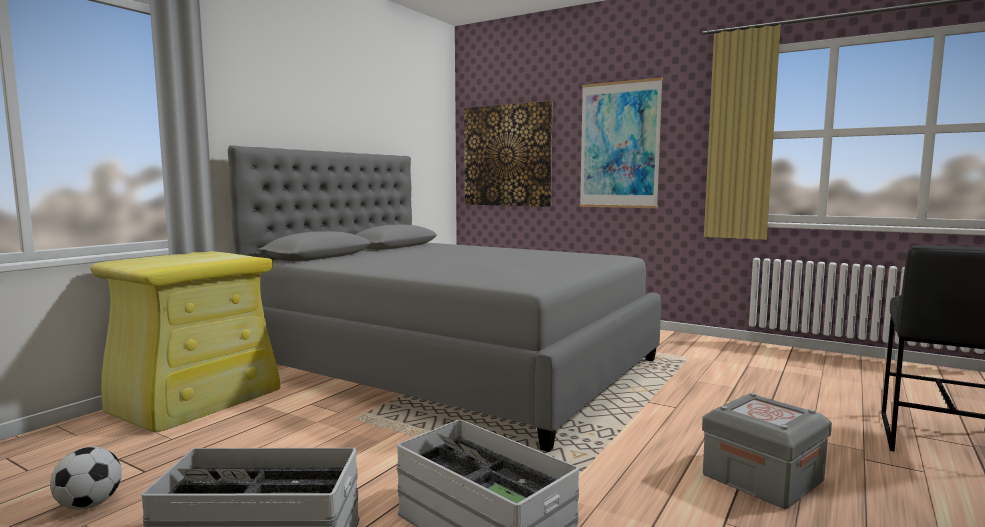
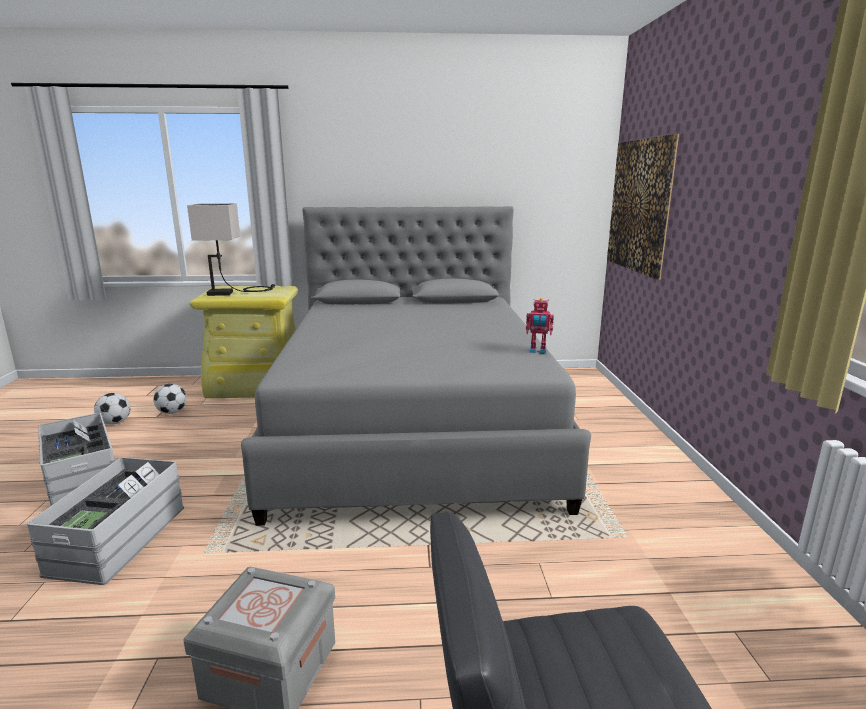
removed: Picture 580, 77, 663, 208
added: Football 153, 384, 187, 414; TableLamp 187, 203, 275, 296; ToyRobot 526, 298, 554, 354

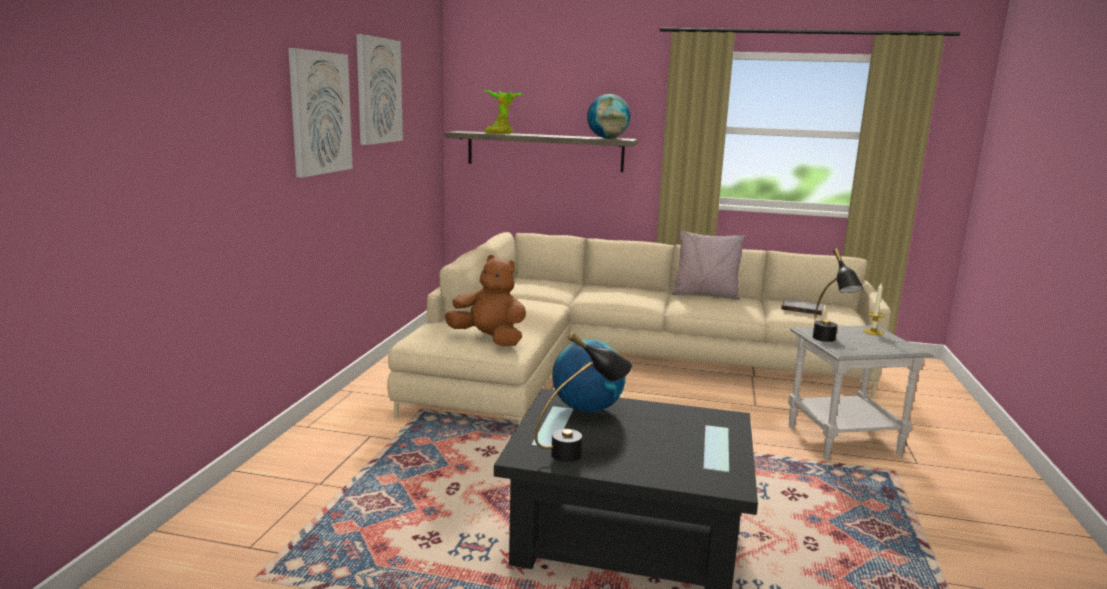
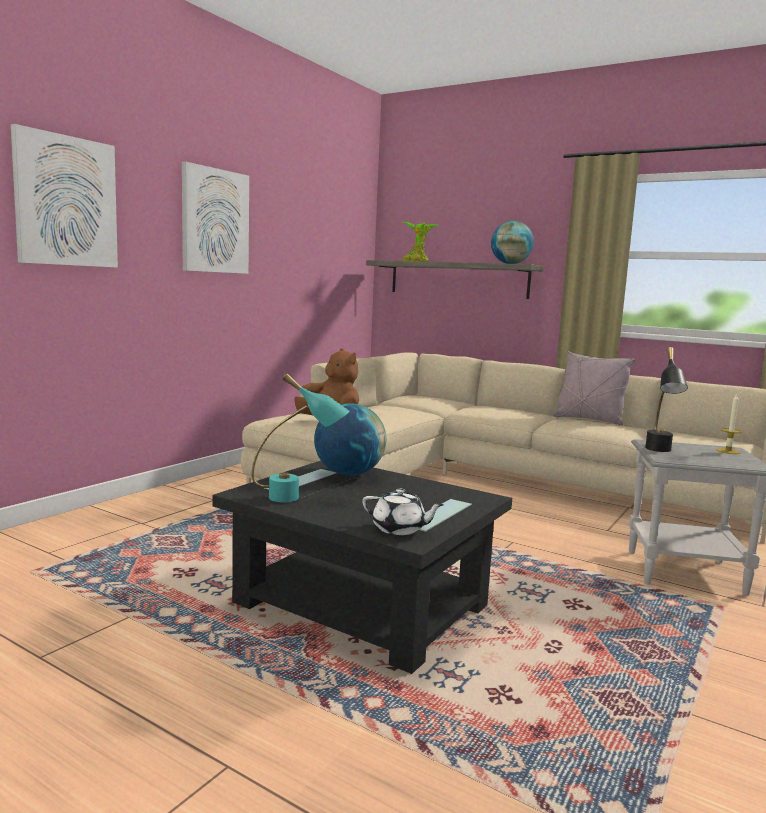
removed: GreyBook 781, 299, 824, 315
added: WhiteTeapot 362, 488, 444, 535
moved: Picture 356, 34, 403, 145 to 11, 124, 118, 268
recoloured: BlackTableLamp 535, 332, 632, 462 to TurquoiseTableLamp 251, 373, 350, 502

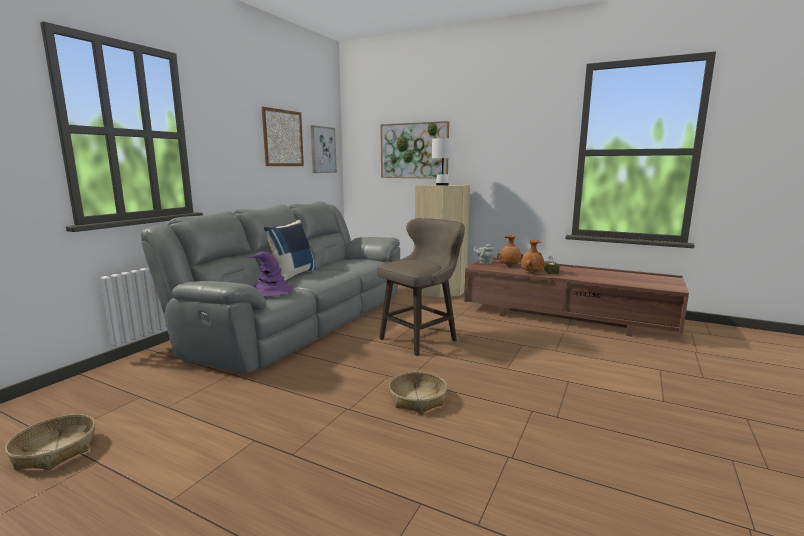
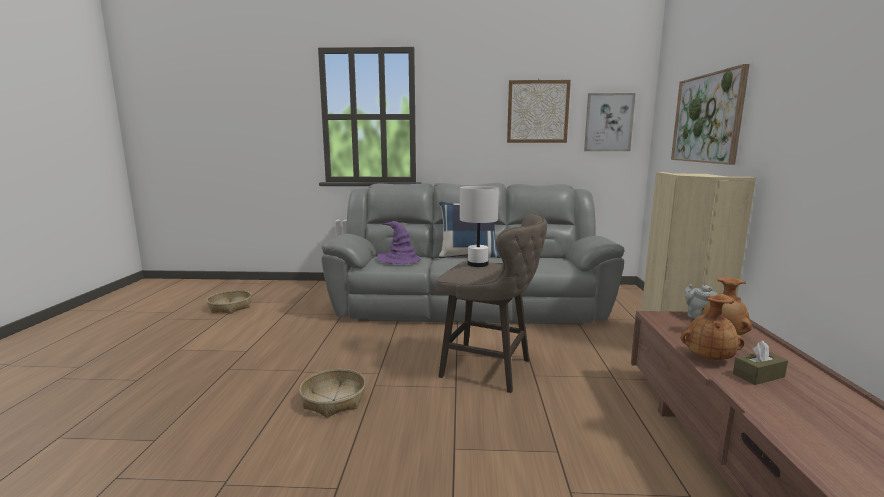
moved: WhiteTableLamp 432, 138, 454, 186 to 460, 186, 499, 267

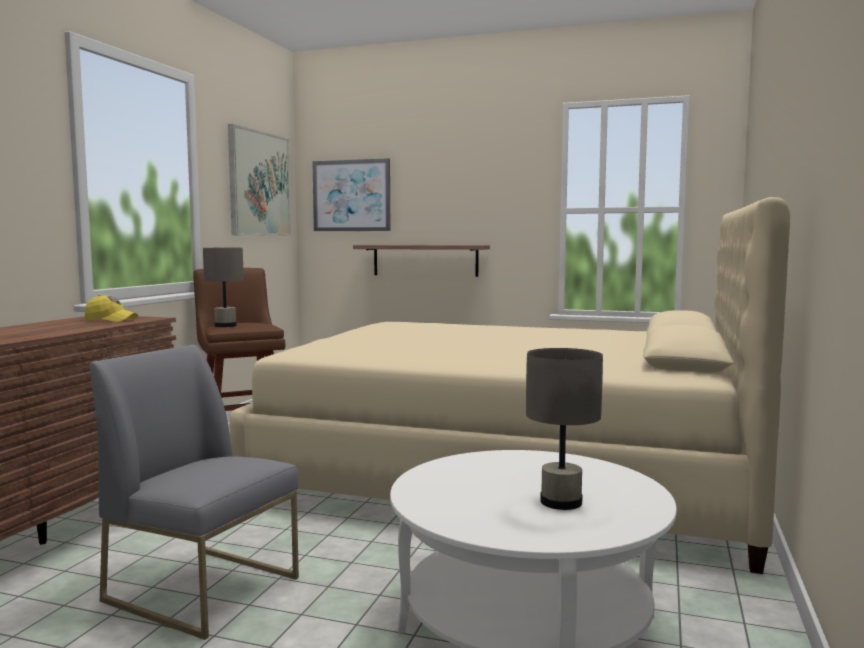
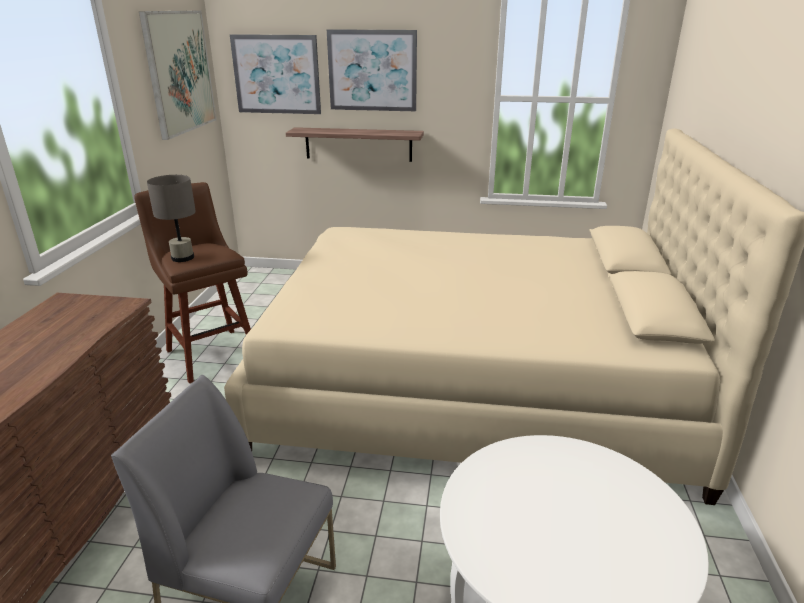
removed: YellowCap 85, 295, 138, 322; GreyTableLamp 526, 348, 603, 510
added: Picture 327, 29, 417, 111

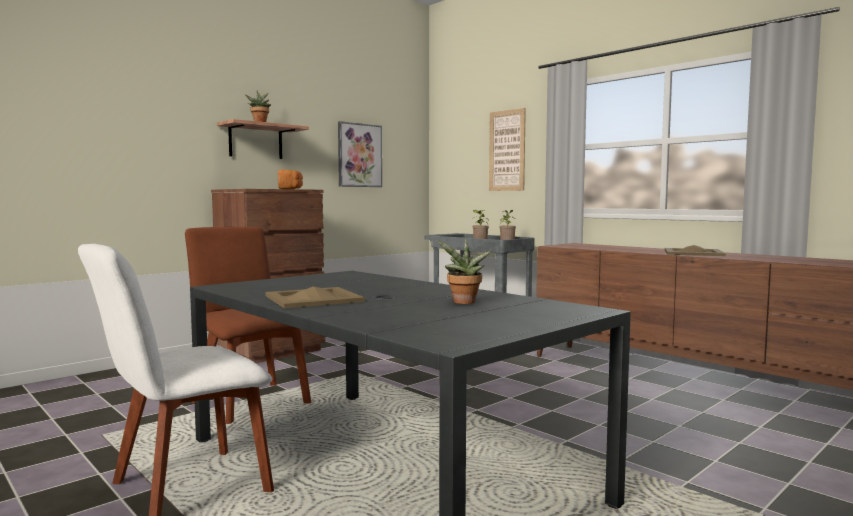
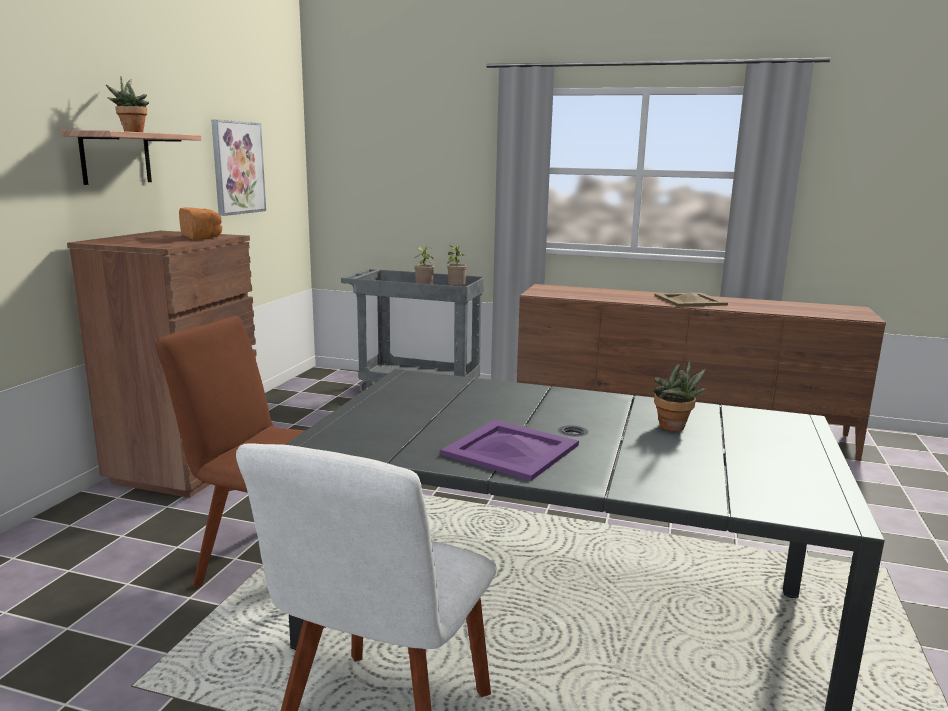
removed: Picture 489, 108, 526, 191
recoloured: BeigeTray 265, 286, 365, 308 to PurpleTray 441, 420, 579, 481

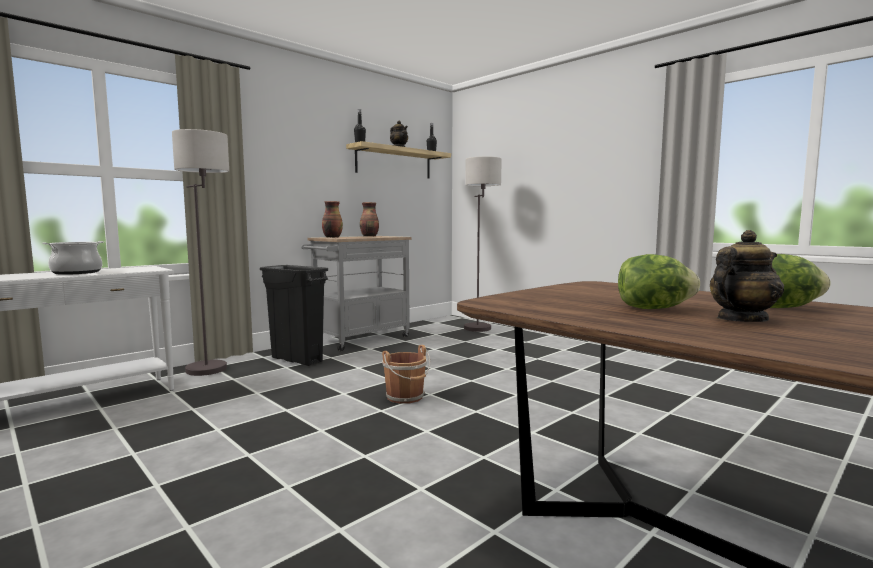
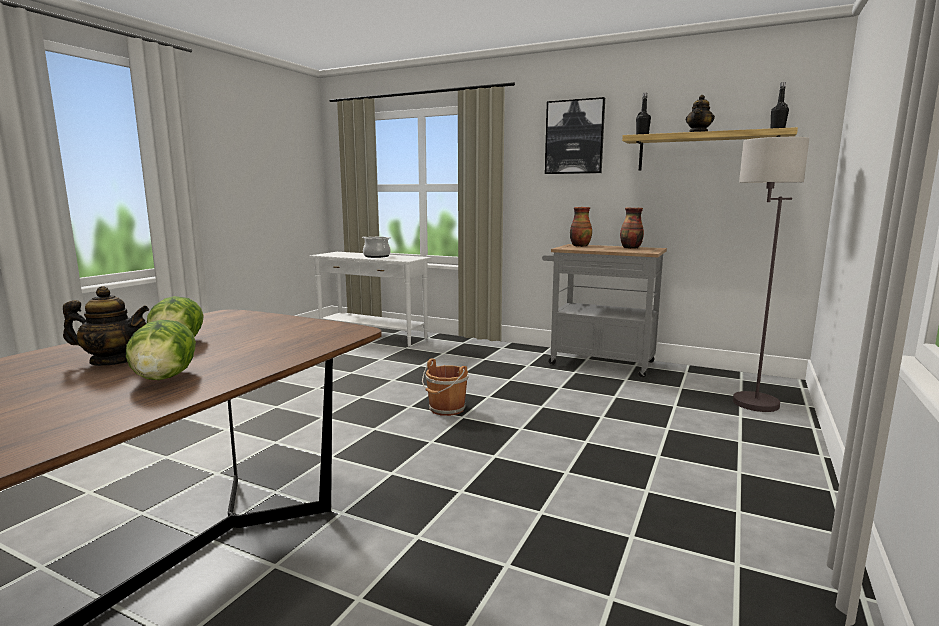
removed: GreyFloorLamp 172, 129, 229, 376; BlackTrashCan 260, 265, 328, 366
added: Picture 545, 97, 605, 174
turned: Teapot 709, 230, 784, 322 = 63, 286, 149, 366 45 degrees counterclockwise

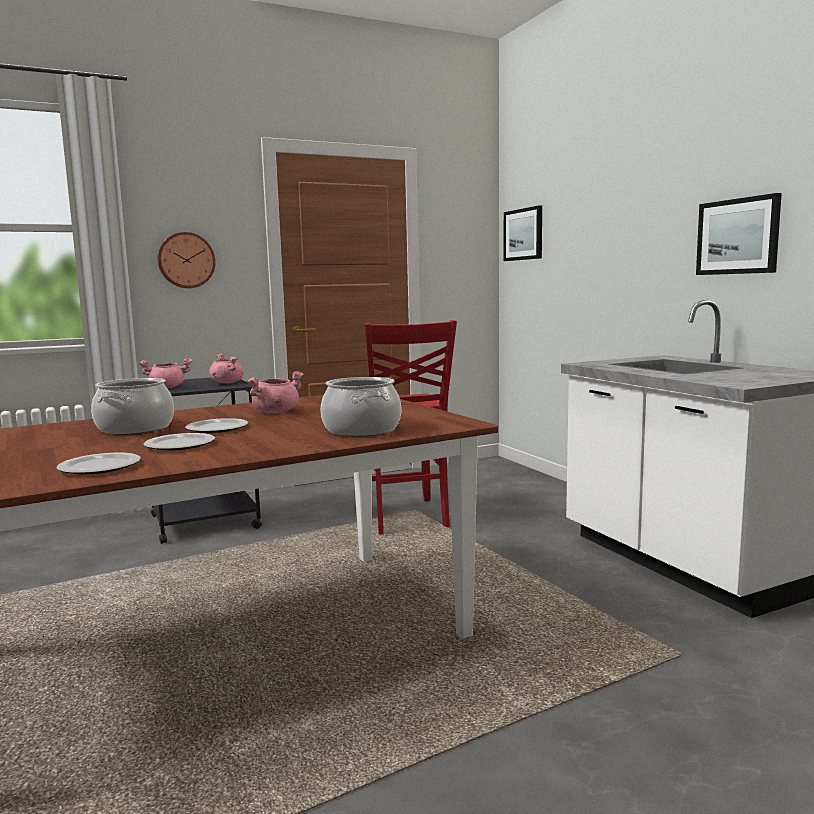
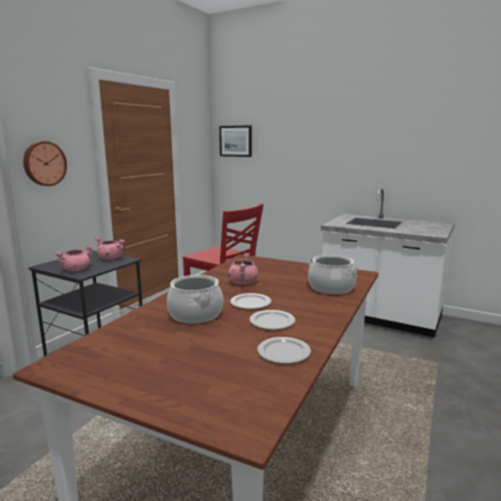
removed: Picture 696, 193, 782, 275

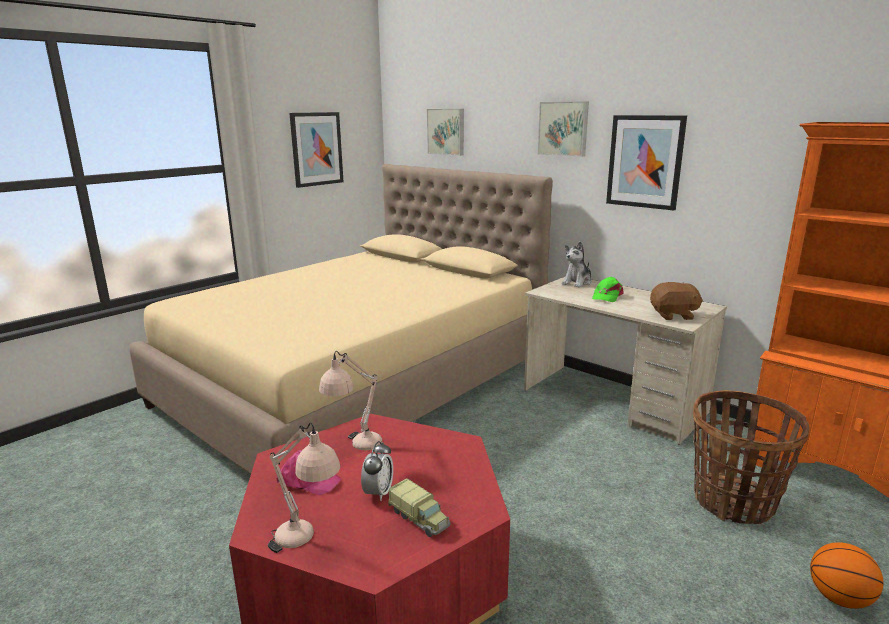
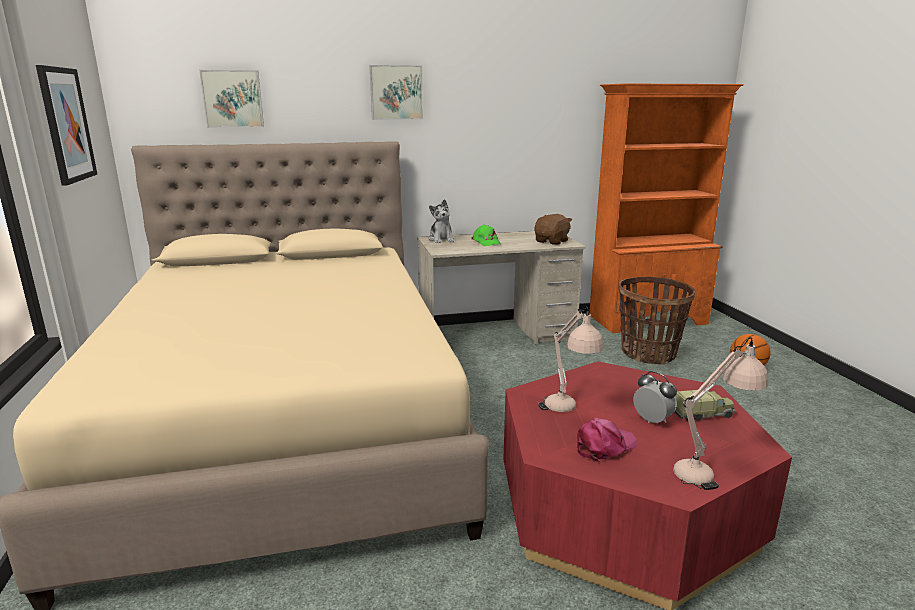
removed: Picture 606, 115, 687, 210

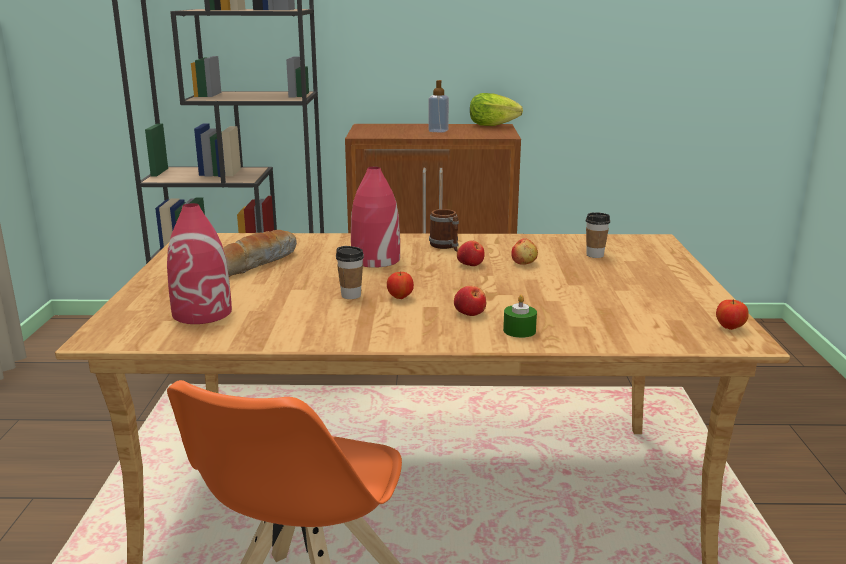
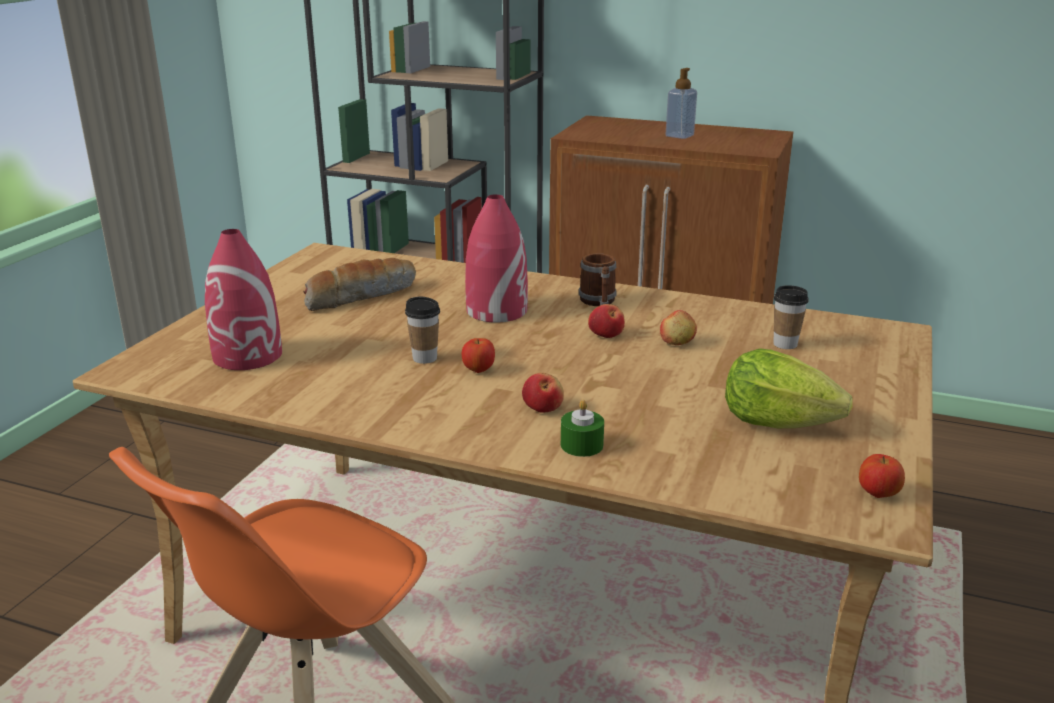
moved: Lettuce 470, 93, 523, 126 to 725, 348, 853, 428

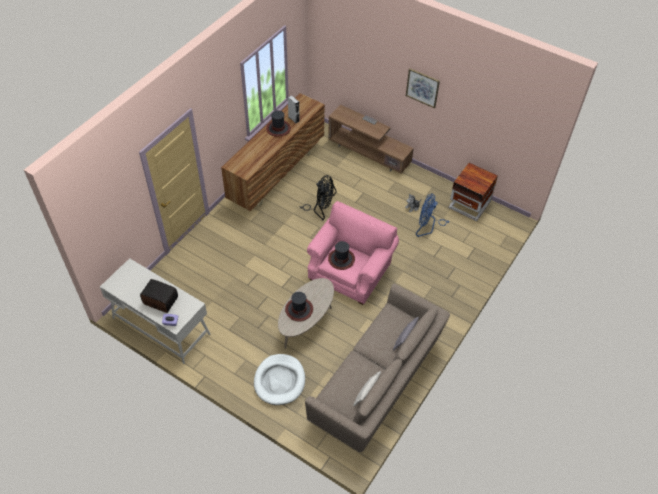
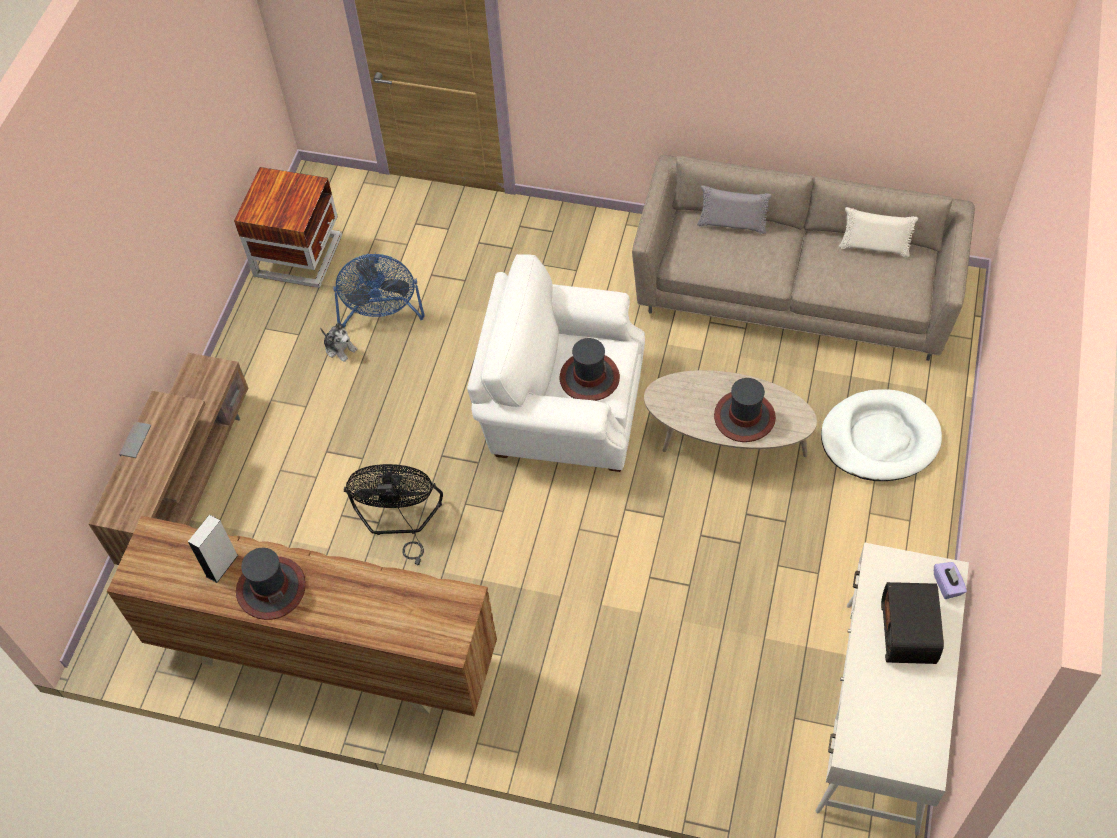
removed: Picture 406, 68, 440, 108
recoloured: PinkArmchair 307, 201, 399, 305 to WhiteArmchair 467, 254, 645, 472

